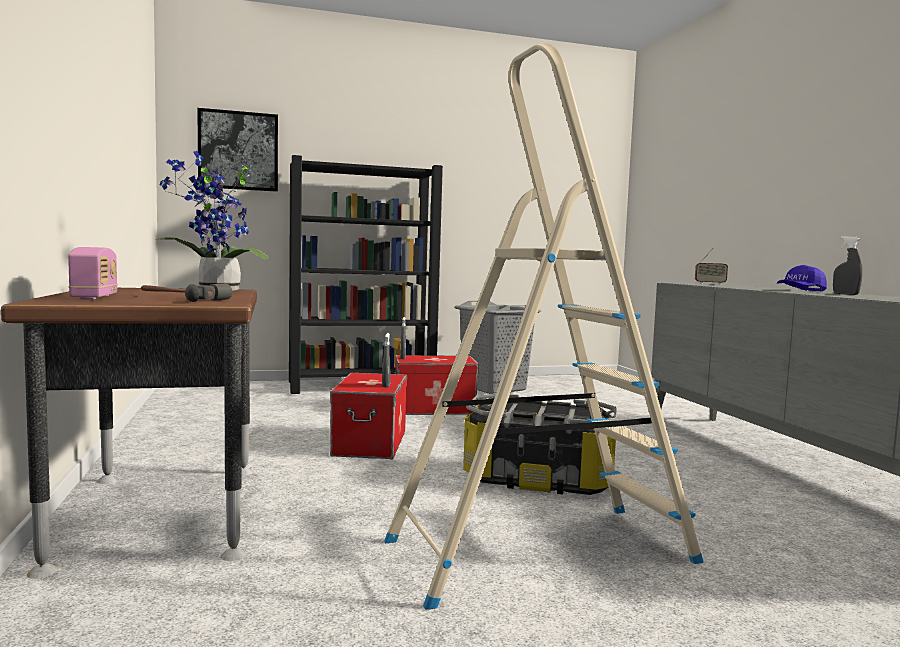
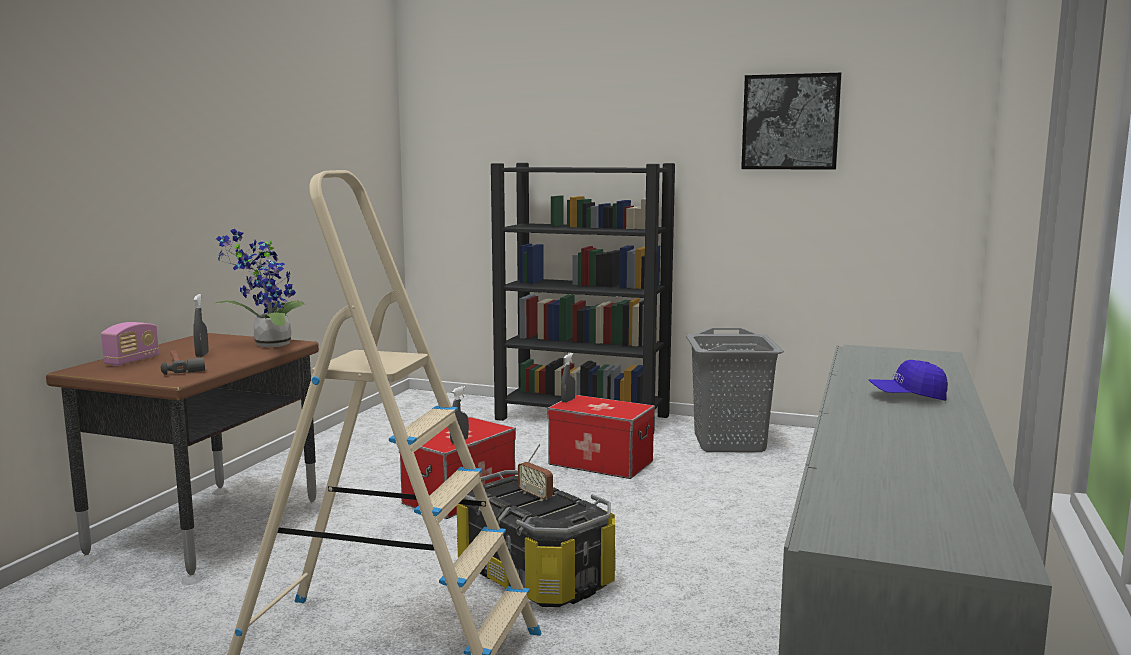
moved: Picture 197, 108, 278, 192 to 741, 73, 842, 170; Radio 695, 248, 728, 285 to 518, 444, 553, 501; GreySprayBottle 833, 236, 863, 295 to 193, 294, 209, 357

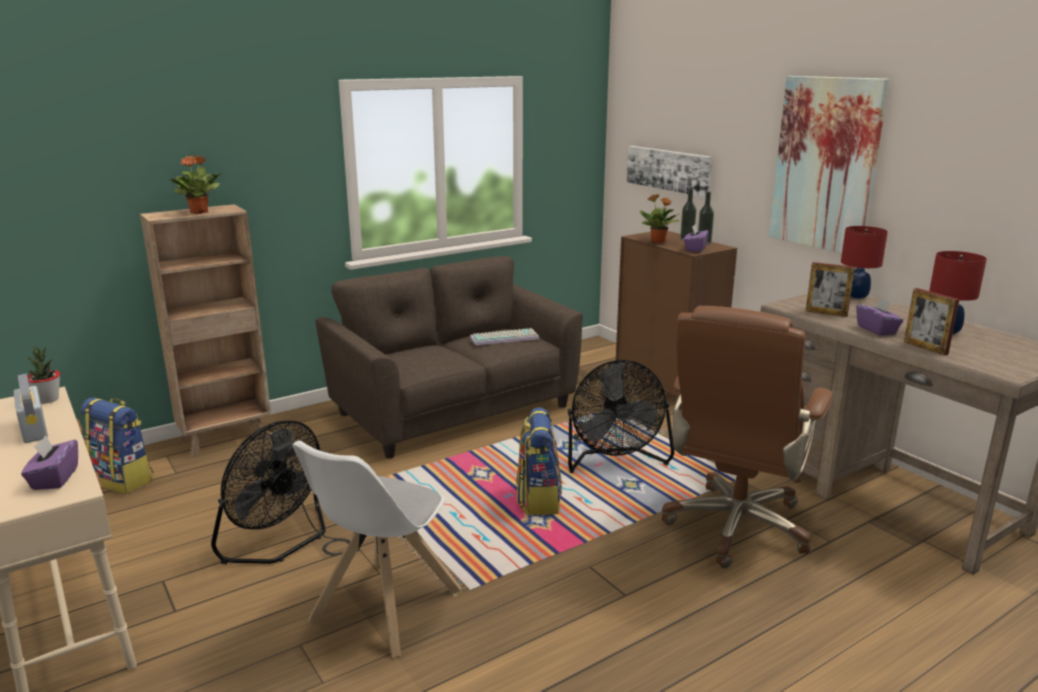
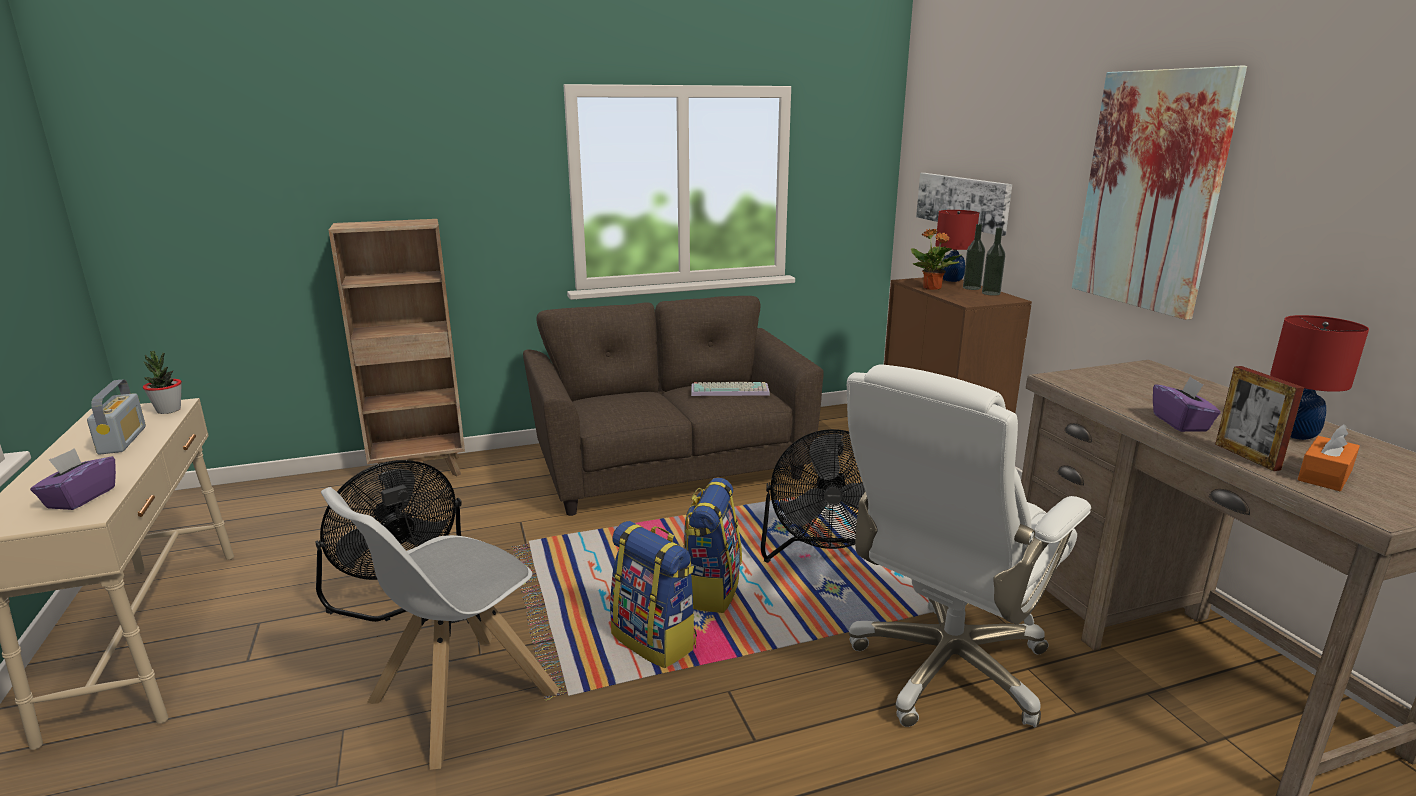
removed: PottedPlant 170, 155, 222, 214; PurpleTissueBox 684, 224, 709, 252; PictureFrame 806, 262, 855, 317
added: OrangeTissueBox 1297, 424, 1360, 491
moved: Backpack 81, 398, 153, 494 to 610, 521, 697, 668; RedTableLamp 841, 226, 888, 299 to 935, 210, 979, 282
recoloured: BrownOfficeChair 662, 306, 833, 568 to WhiteOfficeChair 847, 364, 1091, 727

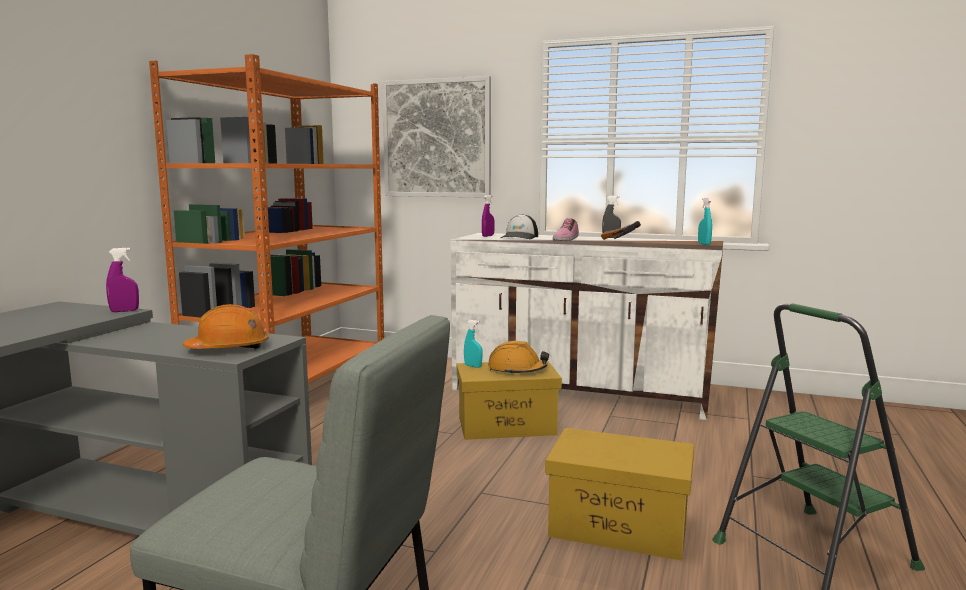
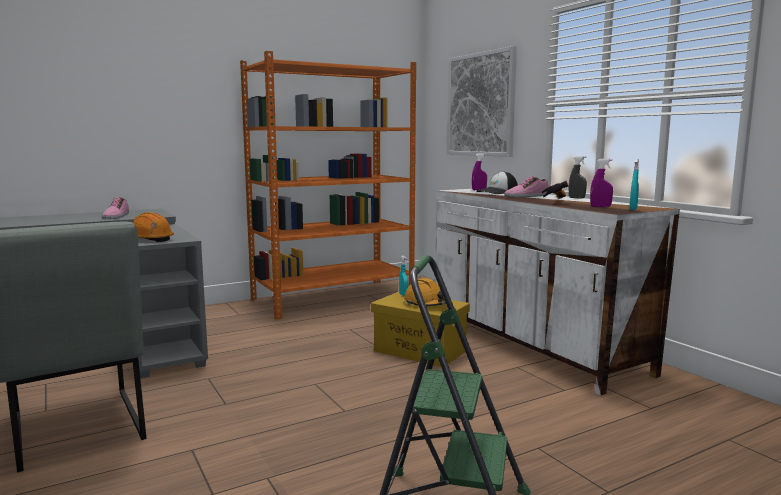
removed: YellowStorageBox 545, 428, 694, 561
added: Shoe 102, 197, 129, 219
moved: PurpleSprayBottle 106, 247, 139, 312 to 590, 159, 613, 207

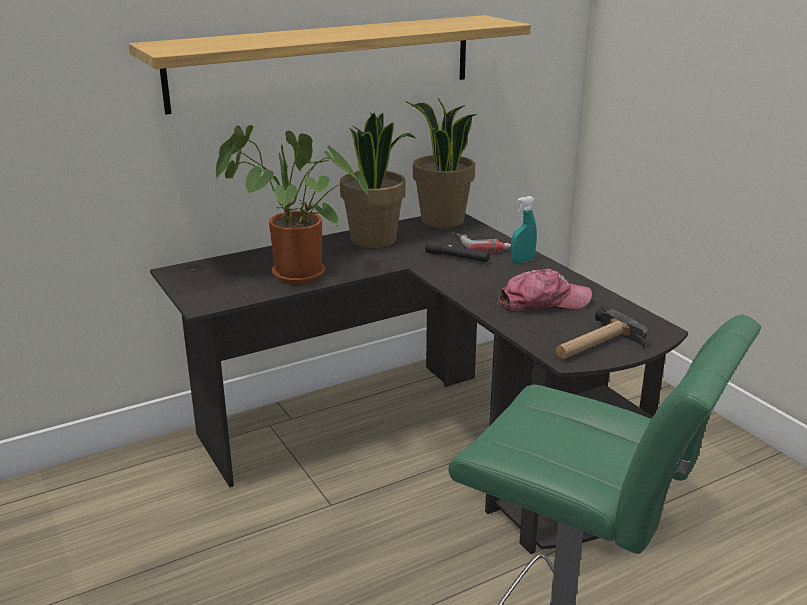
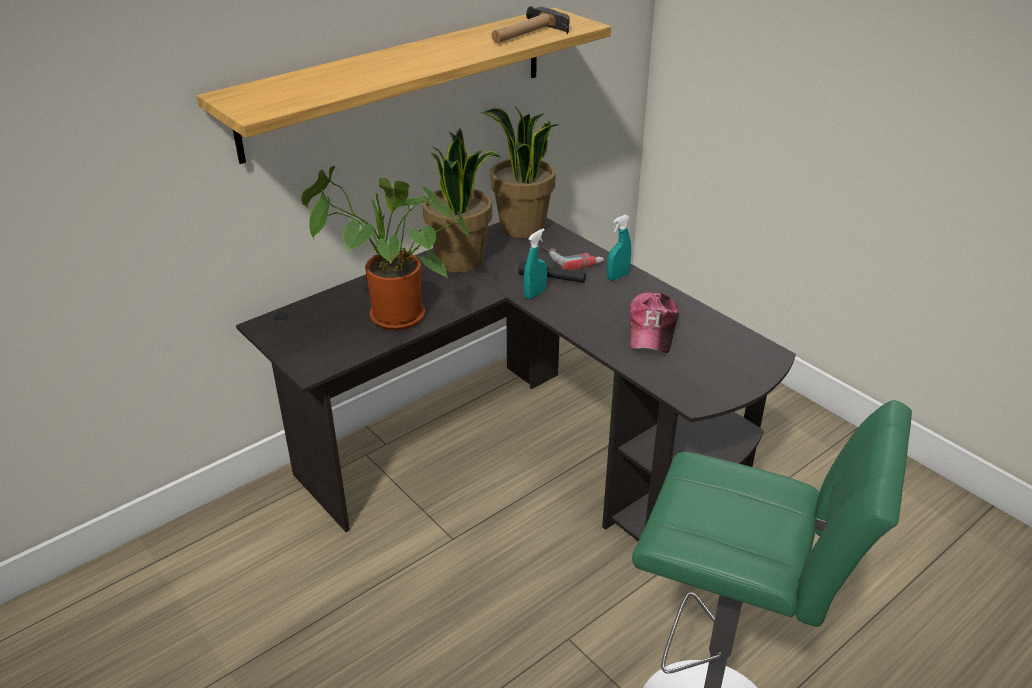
added: TurquoiseSprayBottle 524, 228, 547, 299
moved: Hammer 556, 307, 647, 359 to 492, 6, 570, 43
turned: Cap 497, 269, 592, 311 = 629, 292, 679, 353 120 degrees clockwise

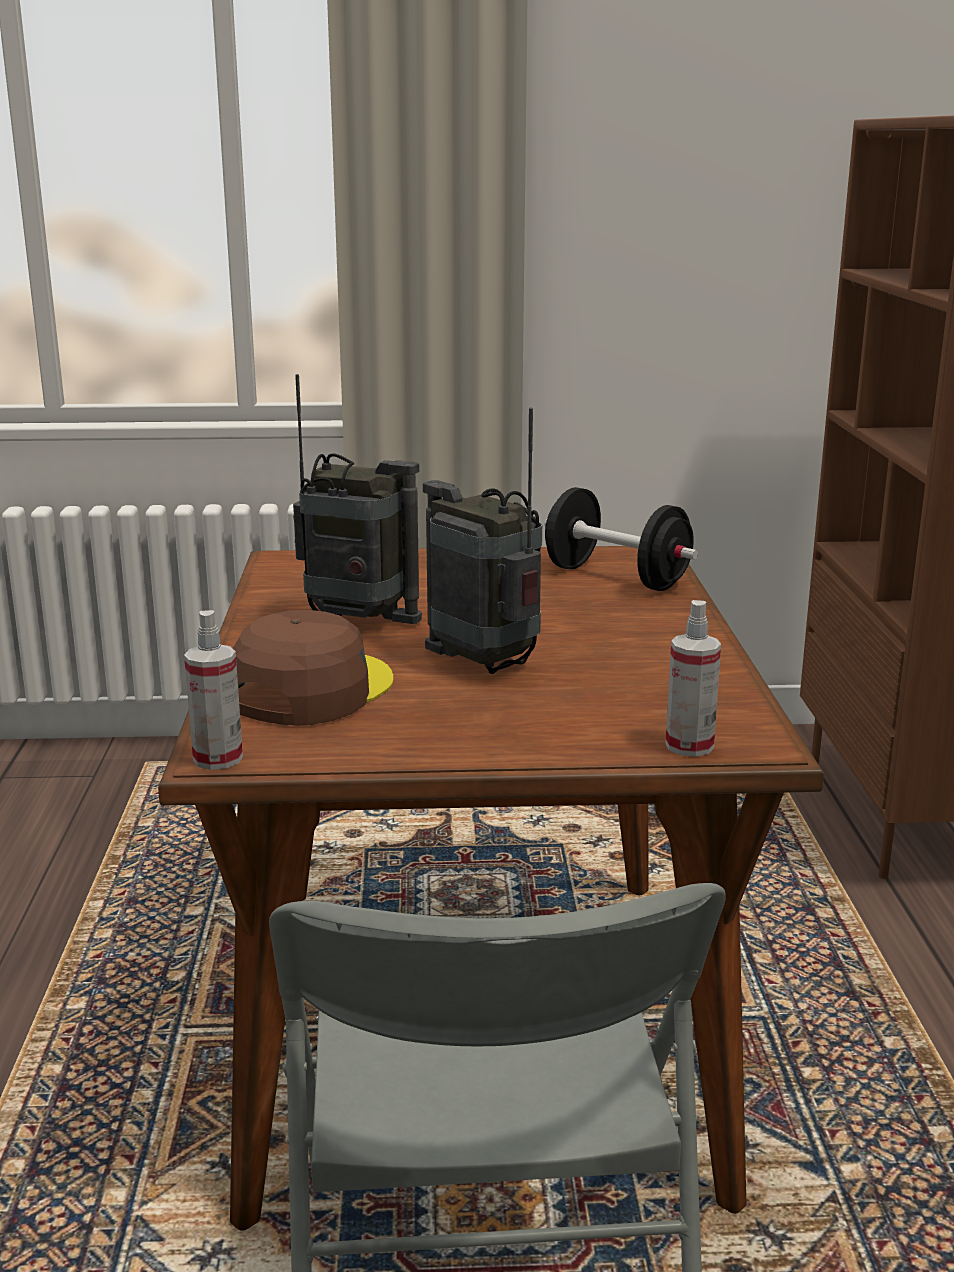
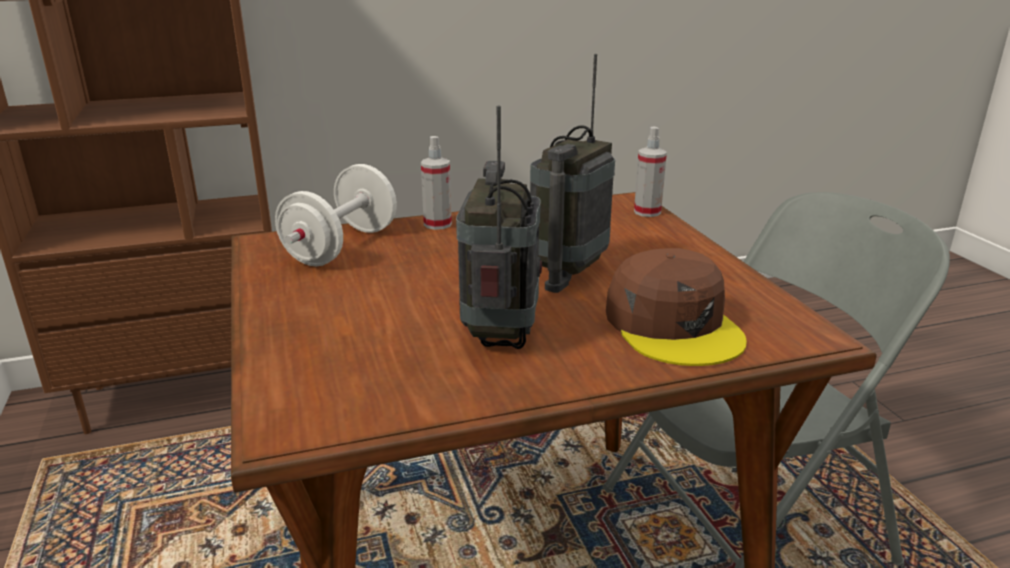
moved: SprayBottle 184, 610, 243, 770 to 421, 136, 452, 230
recoloured: BlackDumbbell 545, 487, 698, 591 to WhiteDumbbell 275, 164, 397, 266
turned: BrownCap 233, 610, 393, 726 = 606, 248, 747, 366 120 degrees counterclockwise

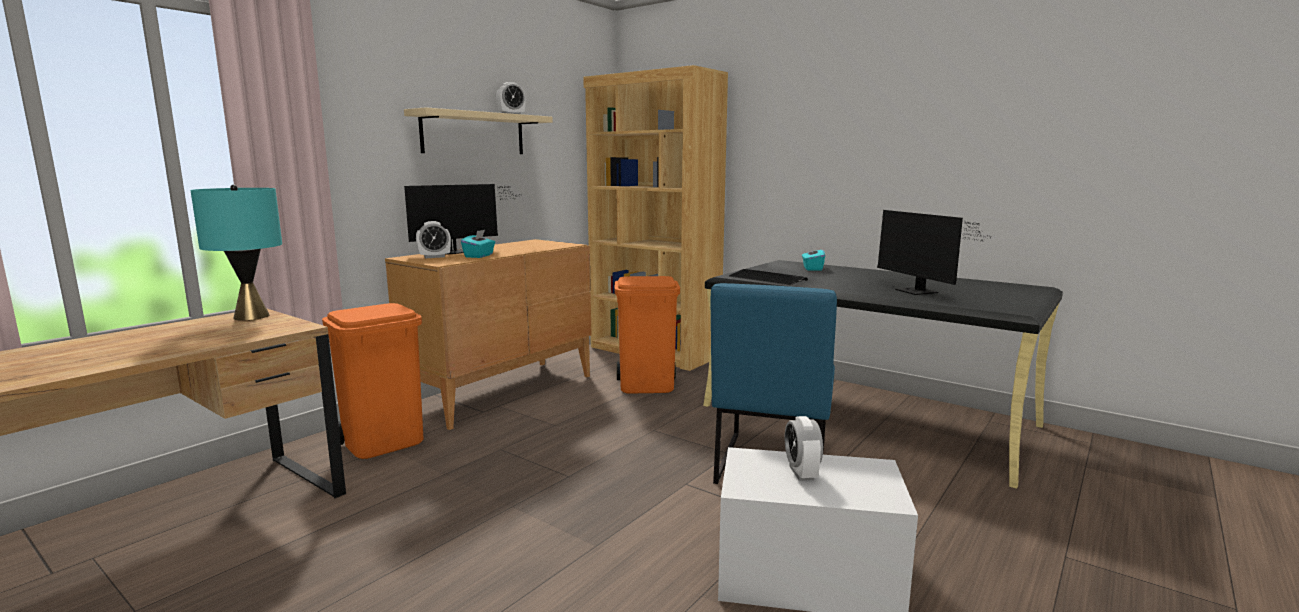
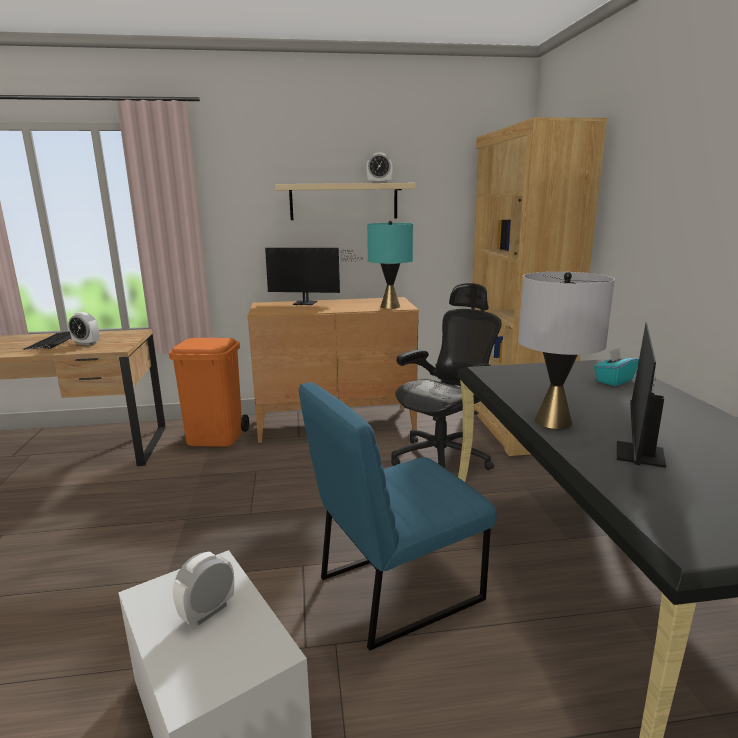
removed: TurquoiseTissueBox 461, 230, 495, 258
added: GreyTableLamp 518, 272, 615, 429
moved: TurquoiseTableLamp 190, 185, 282, 320 to 367, 221, 414, 309; AlarmClock 416, 221, 451, 258 to 68, 312, 99, 346; Keyboard 729, 269, 808, 285 to 23, 331, 71, 350
replaced: OrangeTrashCan 614, 276, 680, 394 to OfficeChair 391, 283, 502, 470

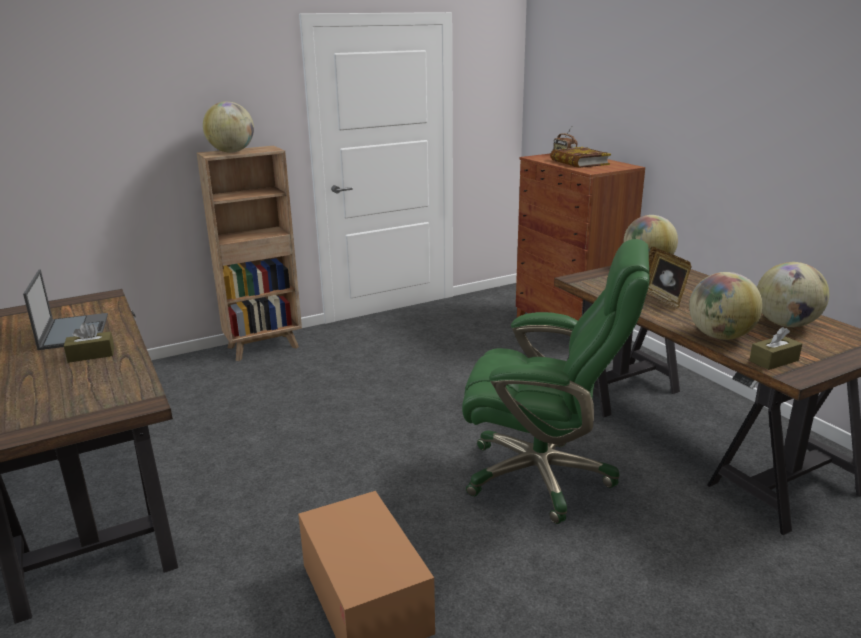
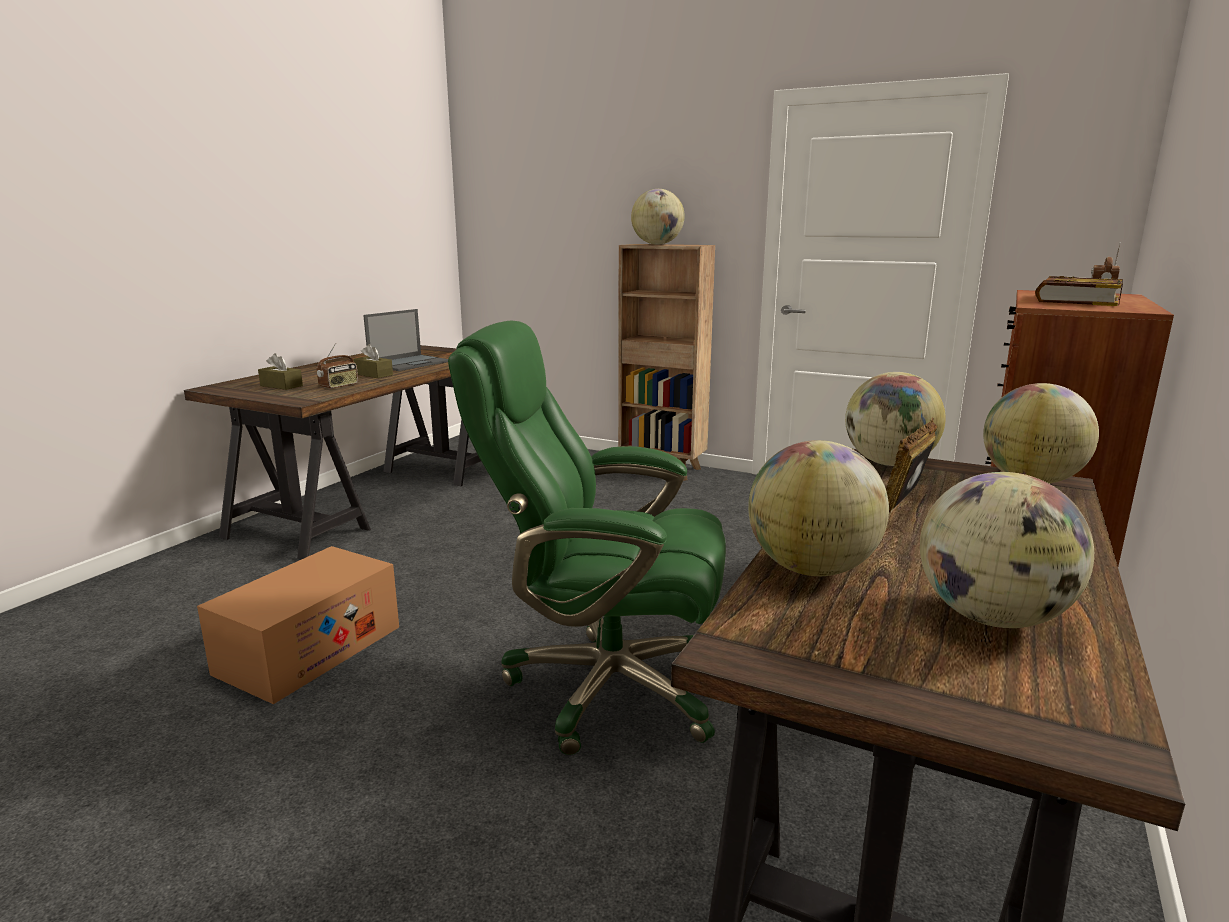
added: Radio 316, 343, 358, 389; Globe 845, 372, 946, 466
moved: BrownTissueBox 749, 327, 802, 370 to 258, 353, 303, 390
turned: GreenOfficeChair 462, 239, 650, 524 = 448, 321, 726, 755 120 degrees clockwise

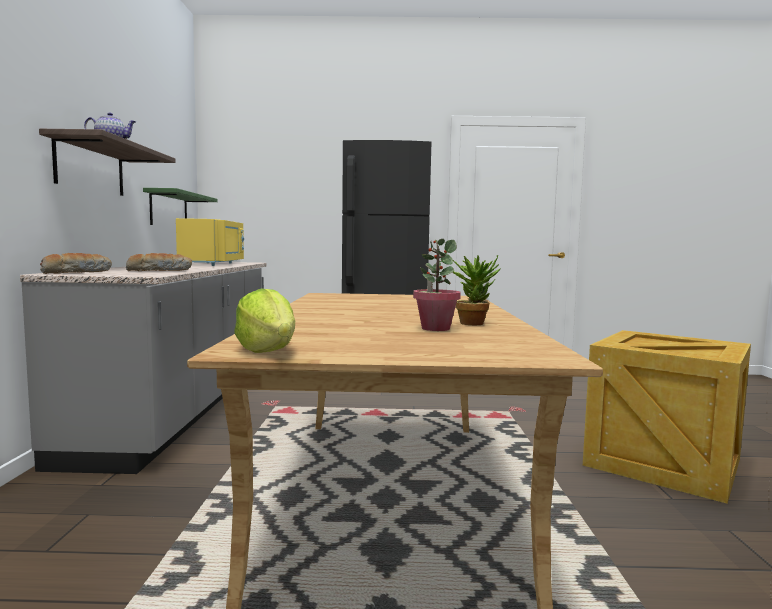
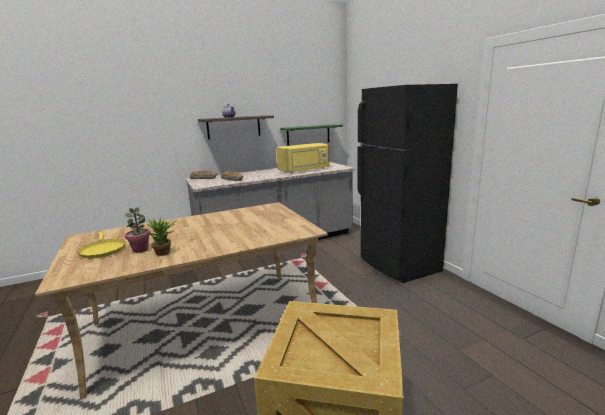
removed: Lettuce 234, 289, 295, 353
added: YellowFryingPan 77, 232, 126, 258

